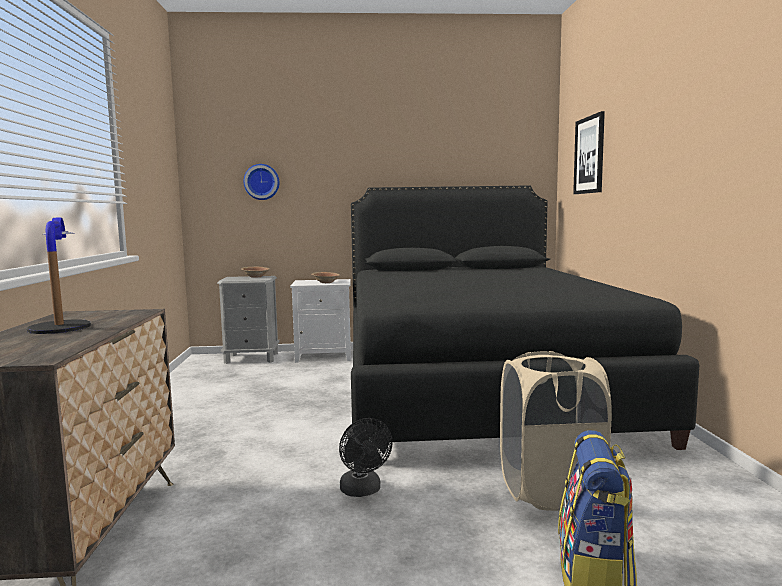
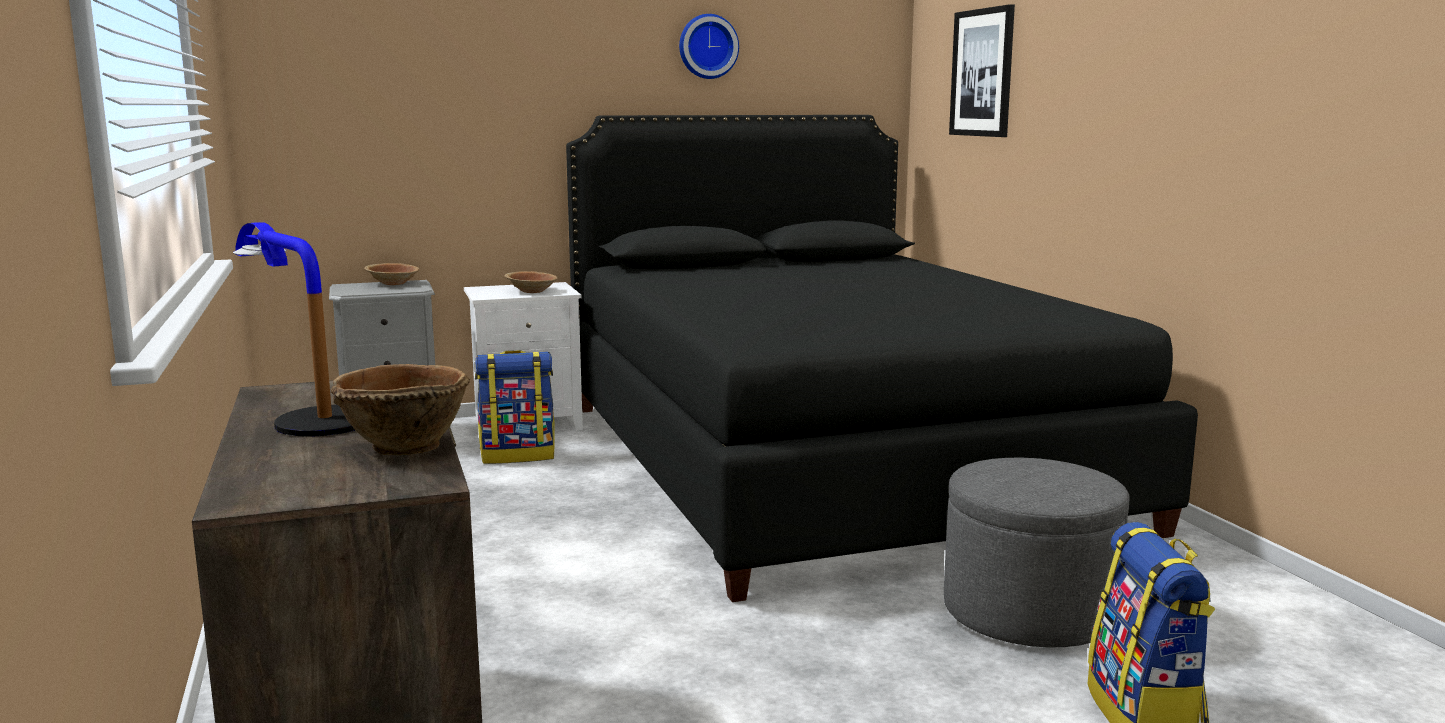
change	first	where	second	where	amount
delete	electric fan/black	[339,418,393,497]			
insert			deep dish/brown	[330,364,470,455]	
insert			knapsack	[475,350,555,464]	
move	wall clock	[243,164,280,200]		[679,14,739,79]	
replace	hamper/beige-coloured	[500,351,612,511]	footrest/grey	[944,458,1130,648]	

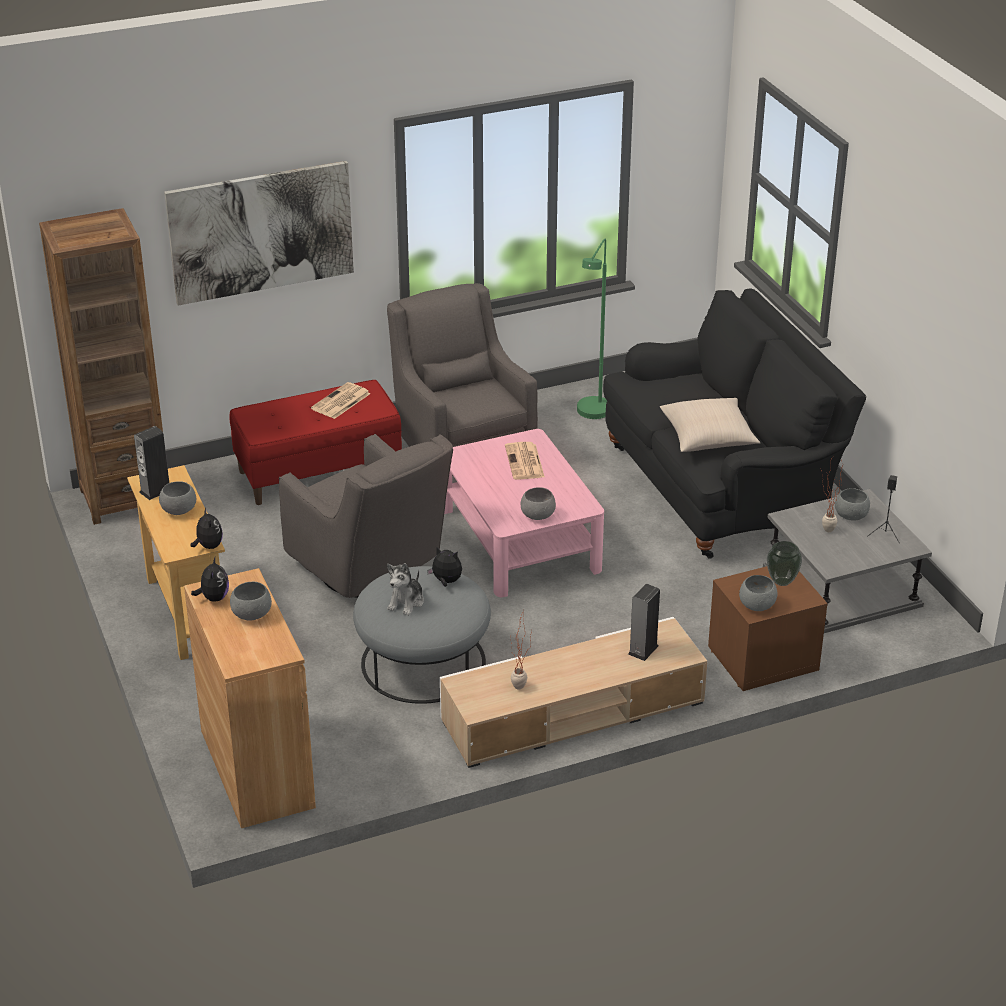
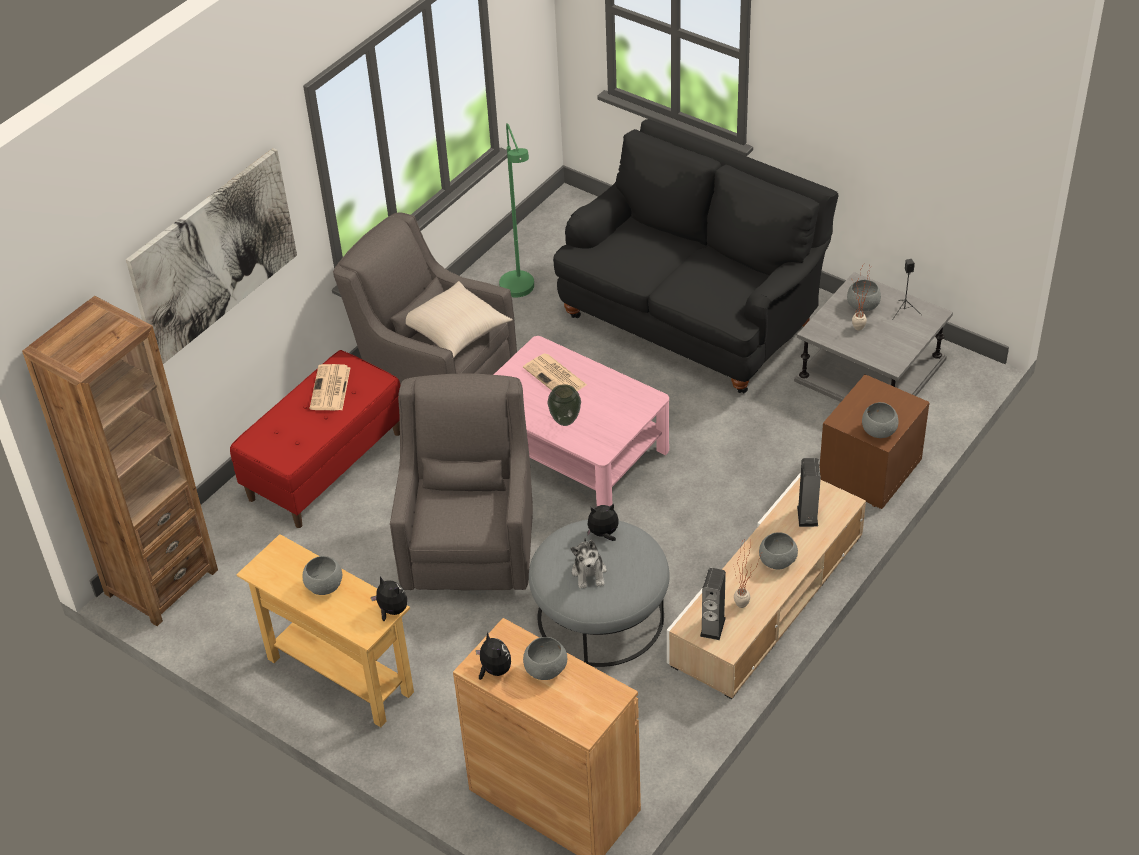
change	first	where	second	where	amount
move	loudspeaker	[134,426,169,500]		[700,568,726,640]	
move	deep dish/grey	[521,487,556,520]		[759,532,798,570]	
move	throw pillow/beige-coloured	[660,398,760,452]		[406,281,513,358]	
move	flower vase	[767,541,802,586]		[548,384,581,426]	
rotate	easy chair/grey	[279,434,453,598]		[390,374,533,590]	105 degrees counterclockwise

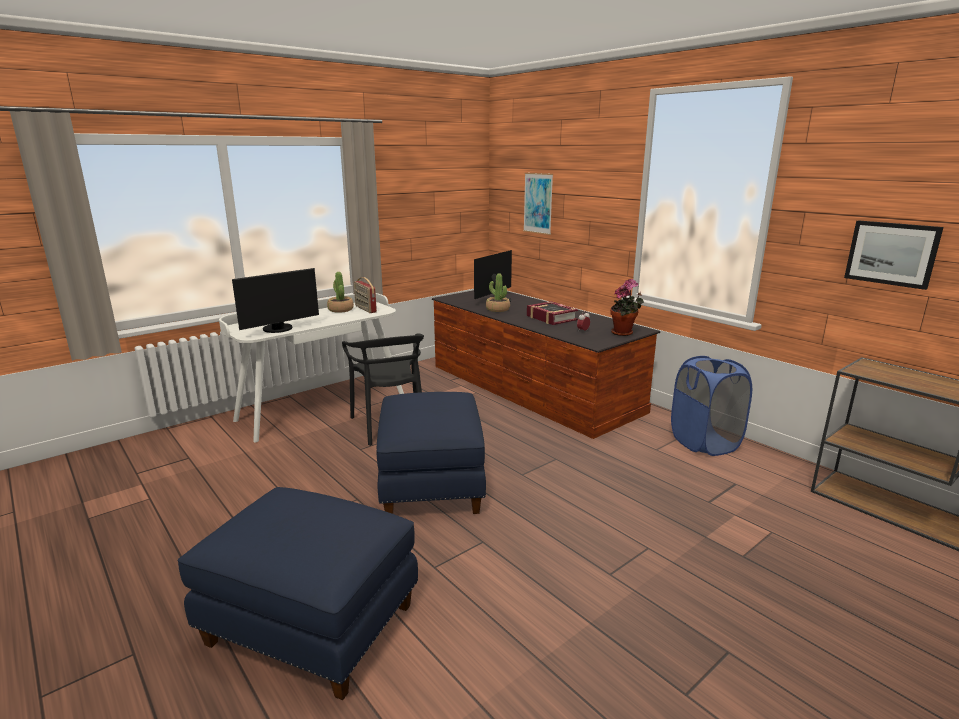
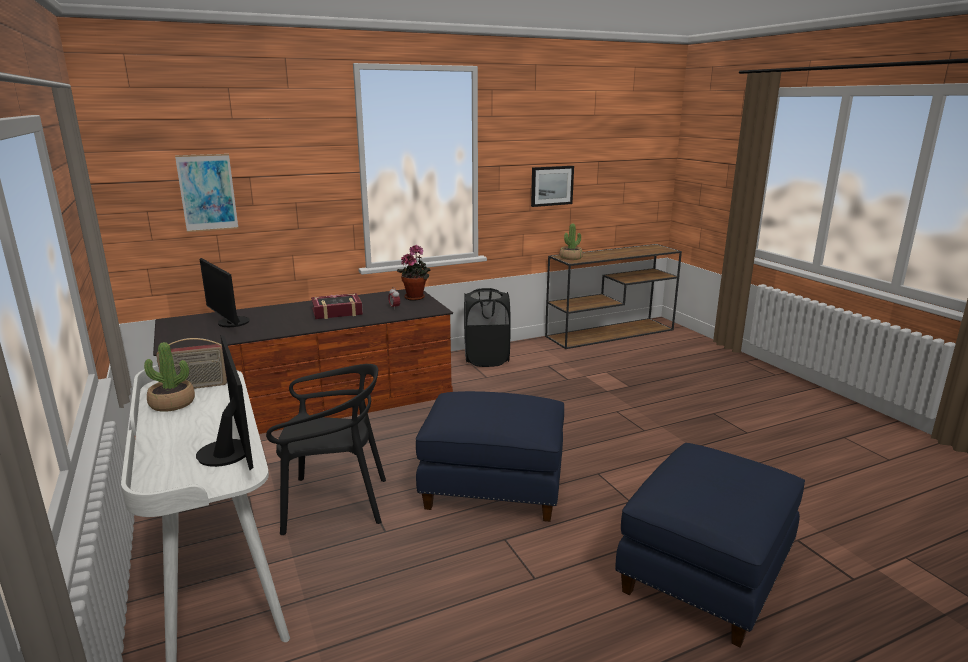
change	first	where	second	where	amount
move	potted plant	[486,273,510,312]		[560,223,583,260]	
recolor	hamper/blue-coloured	[671,356,752,456]	hamper/black	[464,288,511,367]	

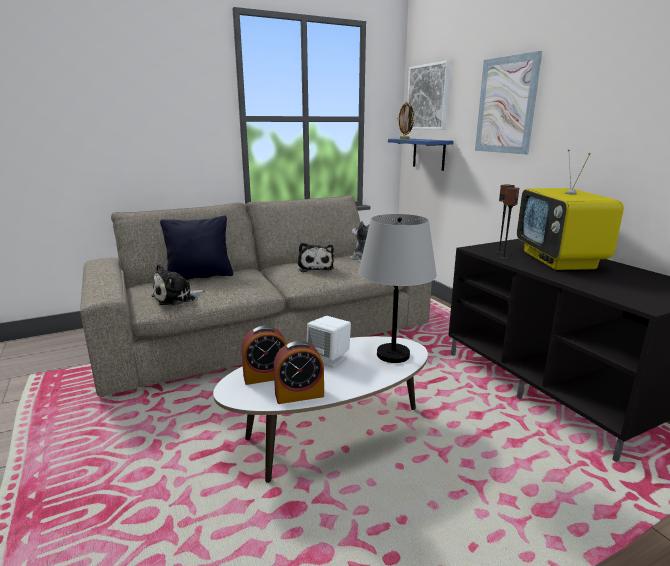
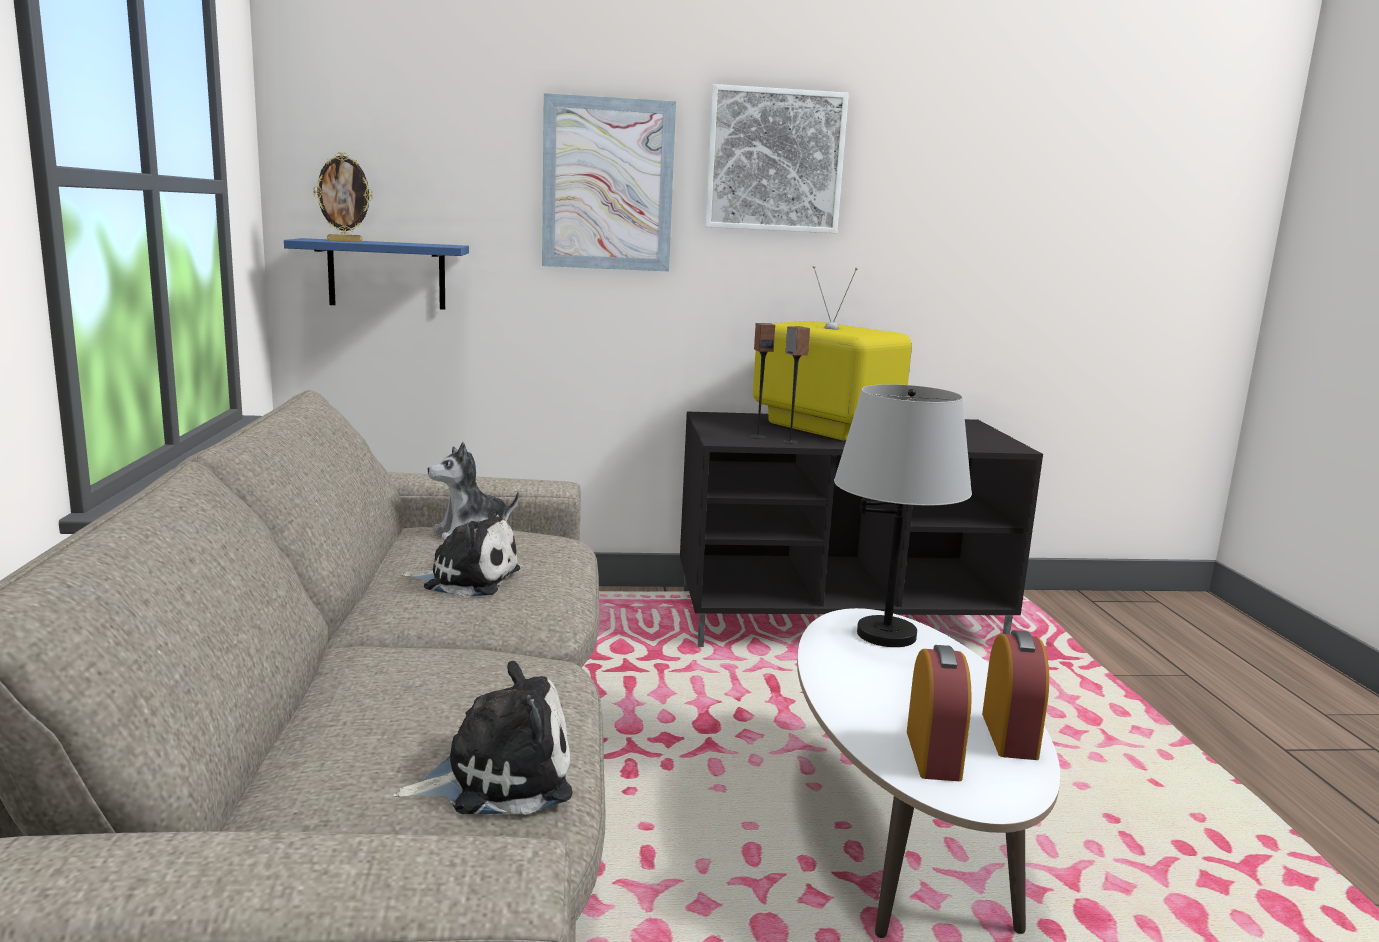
change	first	where	second	where	amount
delete	throw pillow/black	[160,216,233,280]			
delete	loudspeaker/white	[307,316,351,367]			
move	wall picture	[407,60,451,130]		[705,84,849,233]	
rotate	cuddly toy	[152,264,205,306]		[393,661,573,815]	90 degrees counterclockwise
rotate	TV set	[517,149,624,270]		[753,266,912,441]	150 degrees counterclockwise

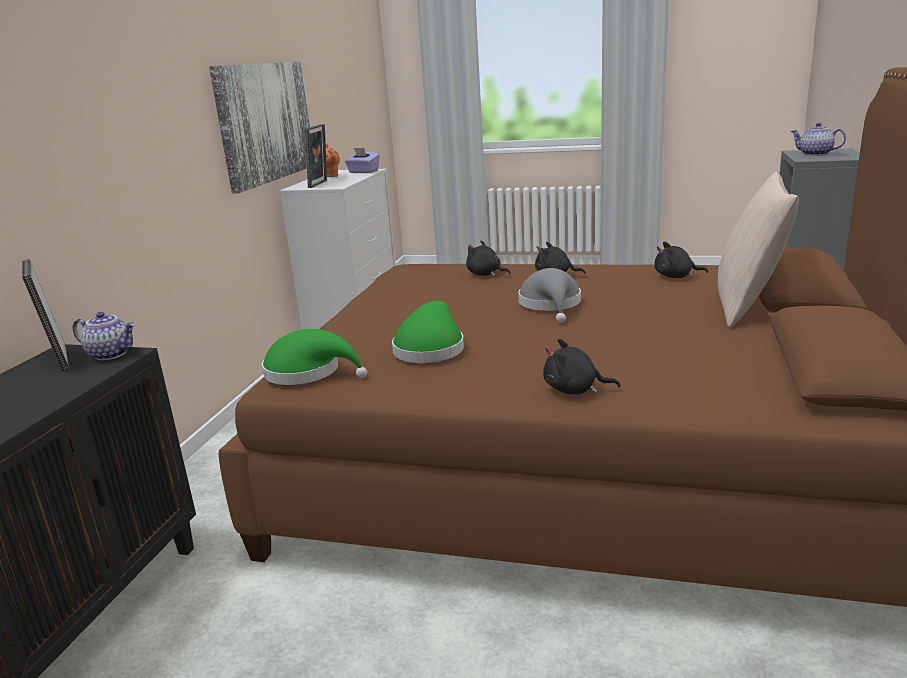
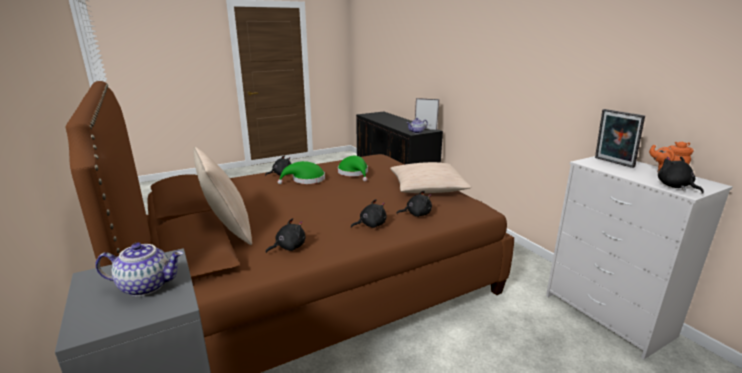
change	first	where	second	where	amount
delete	wall picture	[209,61,310,194]			
delete	wearable hat/grey	[518,268,581,323]			
insert			throw pillow/beige-coloured	[390,162,472,193]	
move	wearable hat/green	[262,329,367,385]		[278,161,325,184]	
replace	box of tissues/purplish	[345,148,380,173]	cuddly toy/black	[658,156,704,194]	

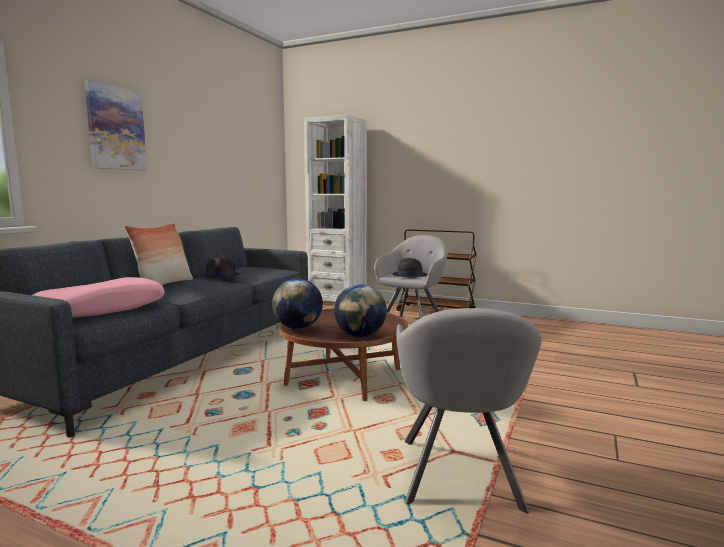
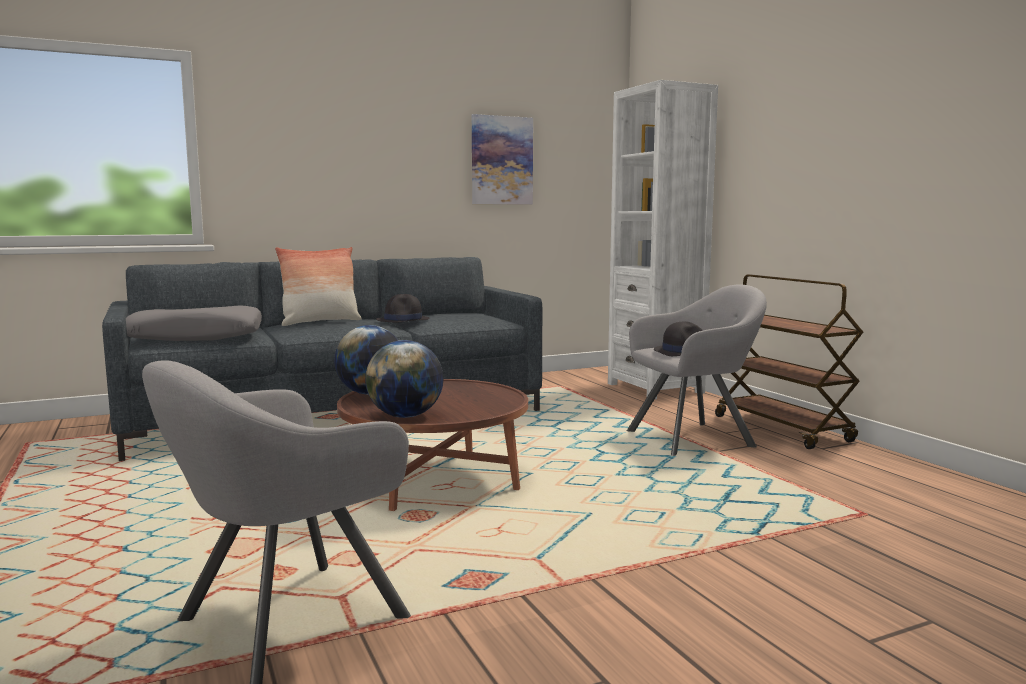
change	first	where	second	where	amount
move	wall picture	[85,80,147,170]		[472,114,533,205]	
recolor	throw pillow/pink	[33,277,165,318]	throw pillow/grey	[126,306,262,341]	

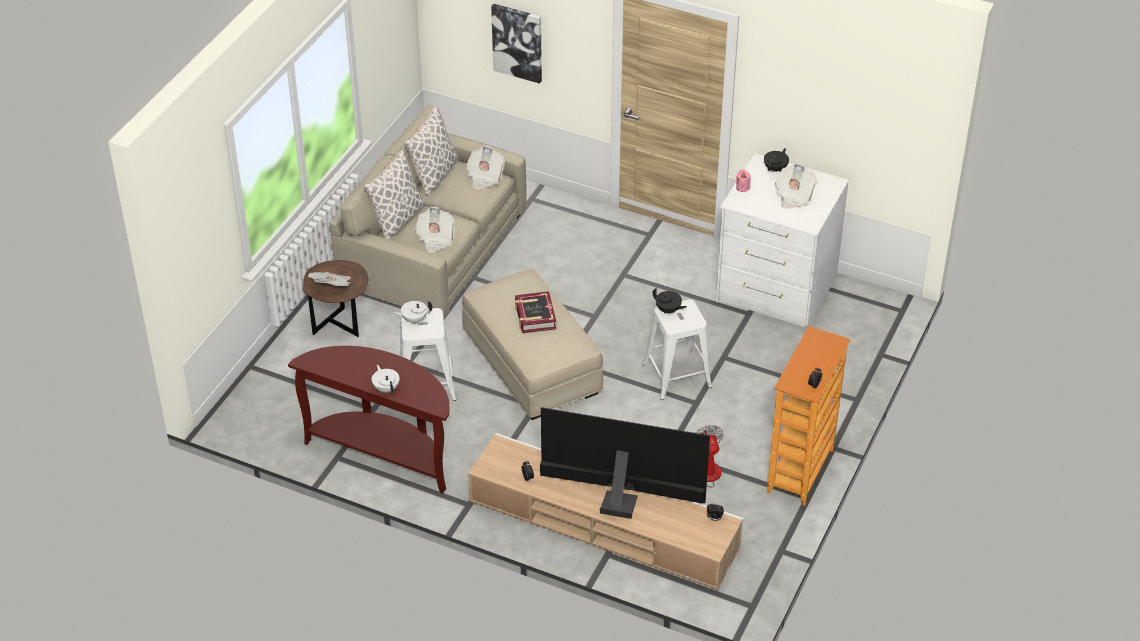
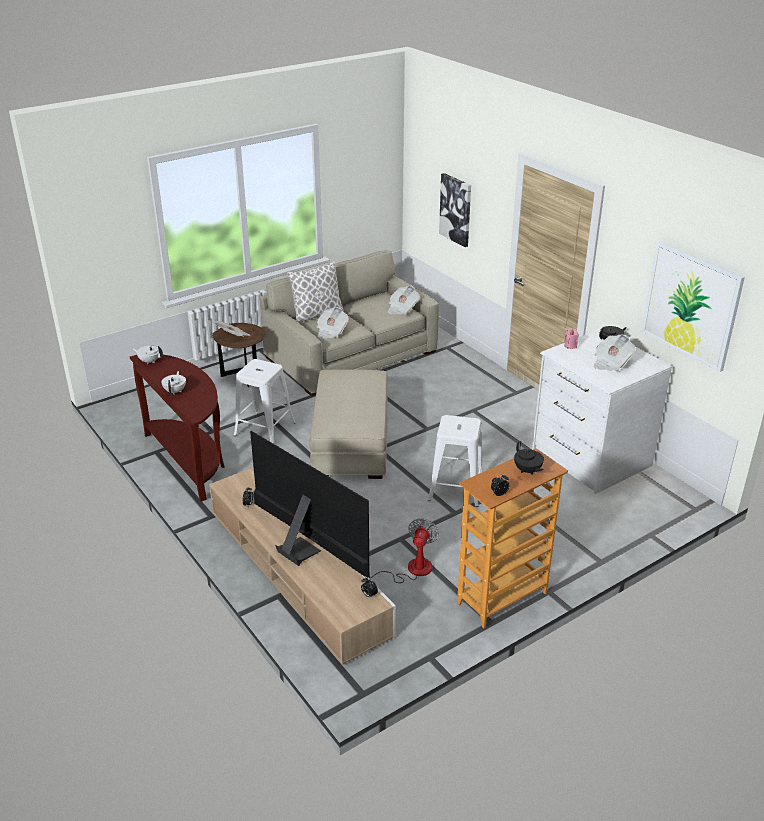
change	first	where	second	where	amount
delete	throw pillow	[403,107,458,196]			
delete	volume	[515,291,556,333]			
insert			wall picture	[641,241,745,372]	
move	pot for tea/white	[394,300,432,323]		[132,346,163,364]	
move	pot for tea/black	[652,288,687,314]		[514,441,544,475]	

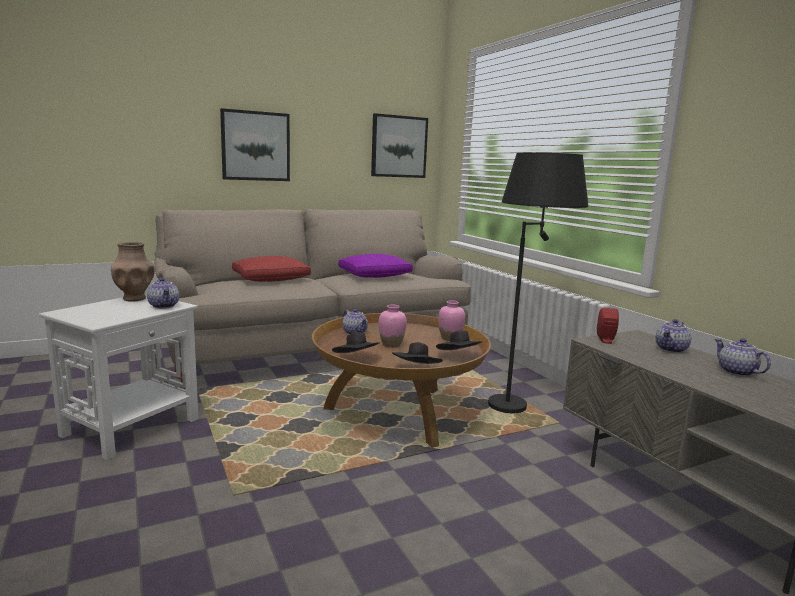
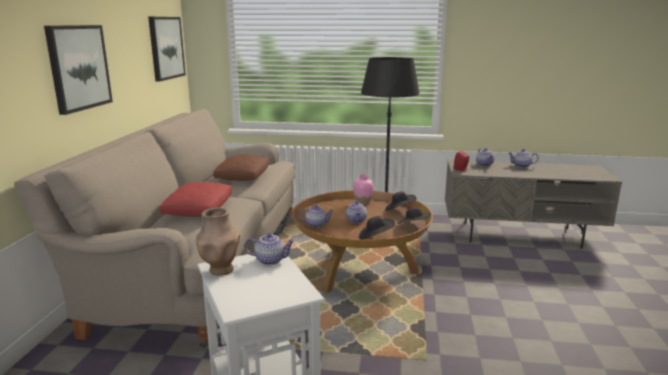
change	first	where	second	where	amount
replace	flower vase/pink	[378,305,407,348]	pot for tea	[346,201,367,223]	
recolor	throw pillow/purplish	[338,254,413,278]	throw pillow/brown	[213,155,270,181]	

